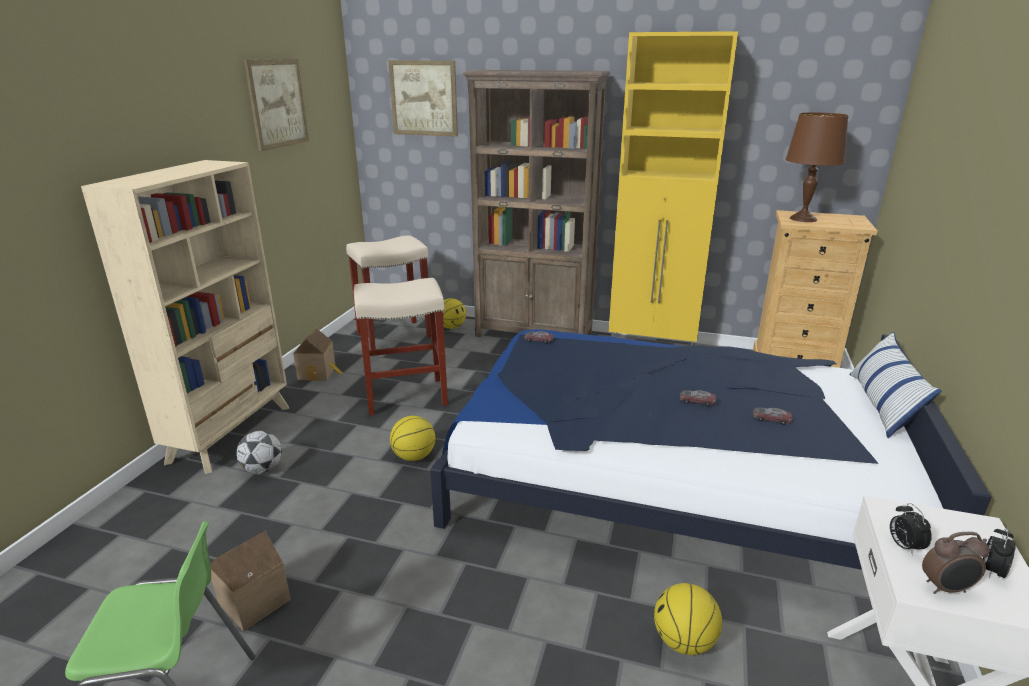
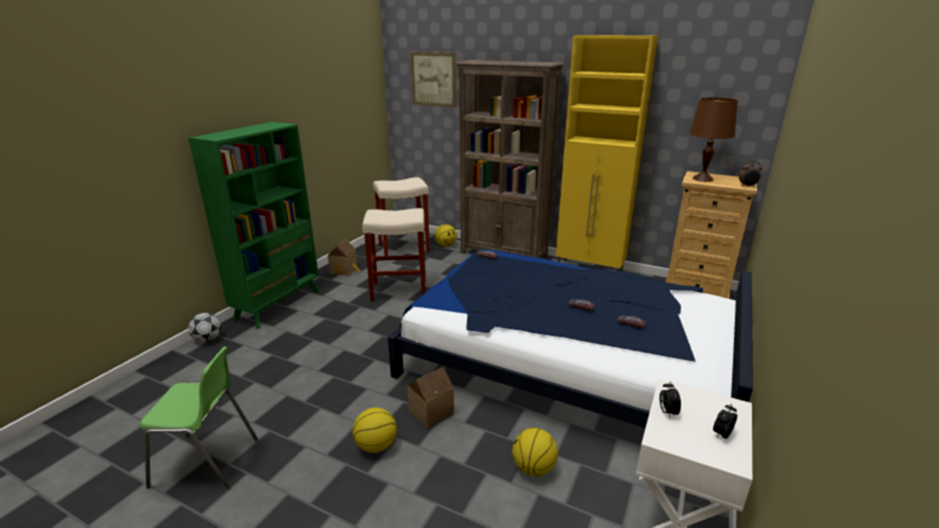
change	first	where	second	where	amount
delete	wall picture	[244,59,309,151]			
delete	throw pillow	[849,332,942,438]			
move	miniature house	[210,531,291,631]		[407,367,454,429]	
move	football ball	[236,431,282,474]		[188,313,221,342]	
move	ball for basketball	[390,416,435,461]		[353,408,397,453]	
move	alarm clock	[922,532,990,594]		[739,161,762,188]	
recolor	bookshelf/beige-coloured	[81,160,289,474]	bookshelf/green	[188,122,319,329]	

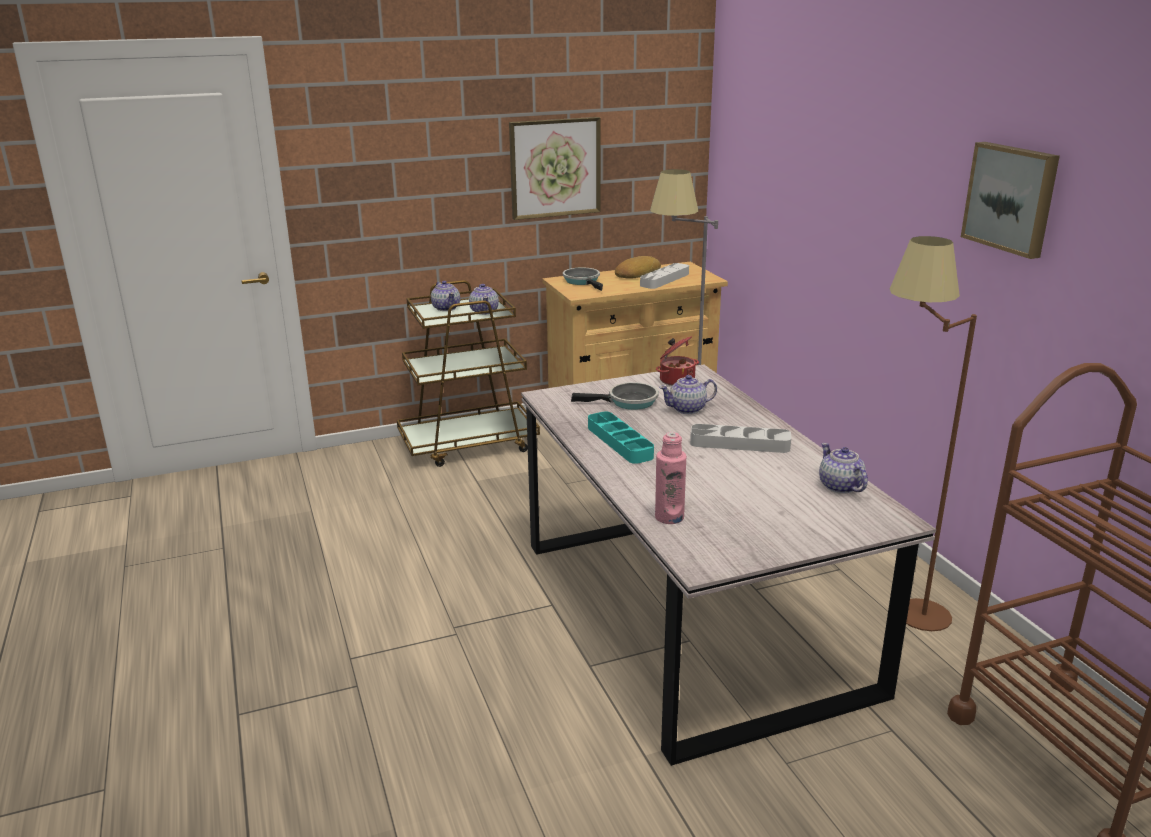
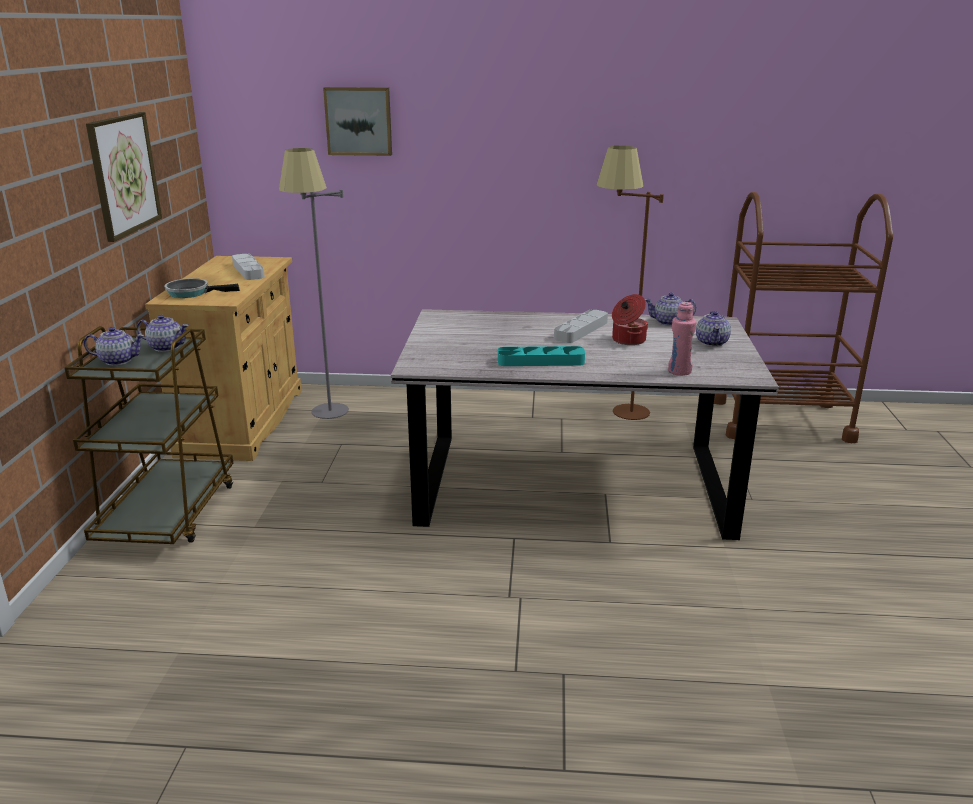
change	first	where	second	where	amount
delete	pan	[571,382,659,410]			
delete	bread	[615,256,661,279]			
move	saucepot	[656,336,699,386]		[612,294,648,345]	
move	pot for tea	[659,375,717,414]		[696,311,731,347]	
move	wall picture	[961,142,1060,259]		[323,87,392,156]	

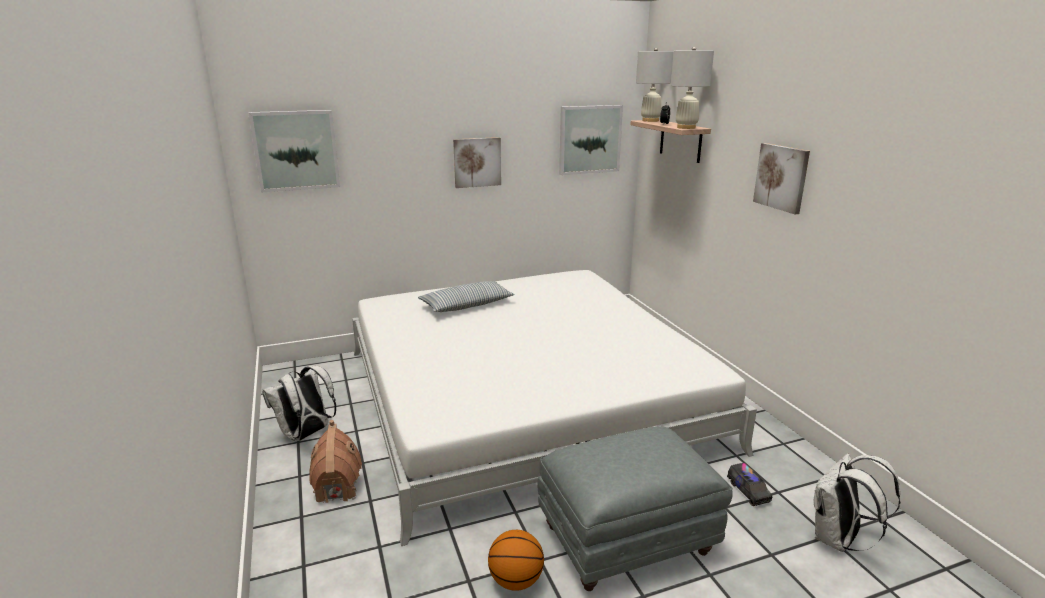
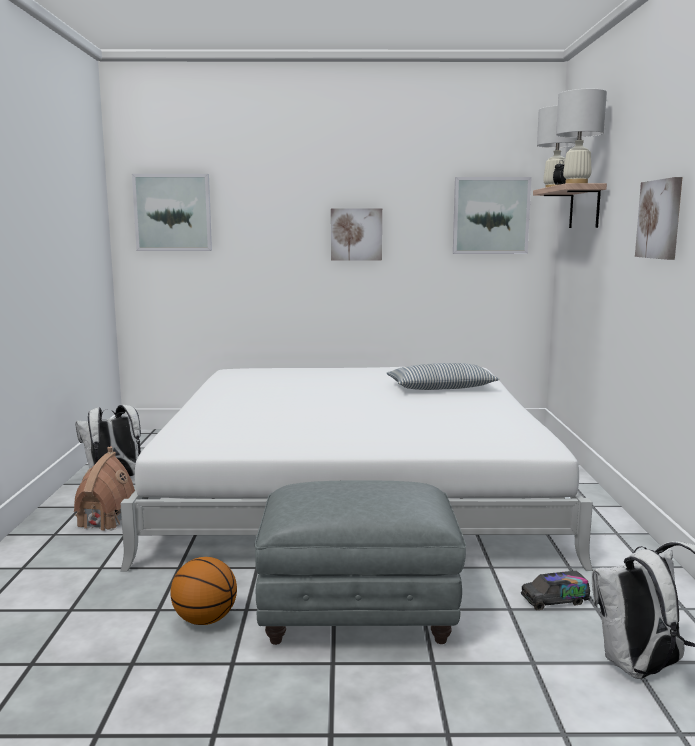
change	first	where	second	where	amount
move	throw pillow	[418,281,515,312]		[386,363,500,390]	
rotate	toy truck	[727,463,773,506]		[521,571,590,610]	75 degrees clockwise

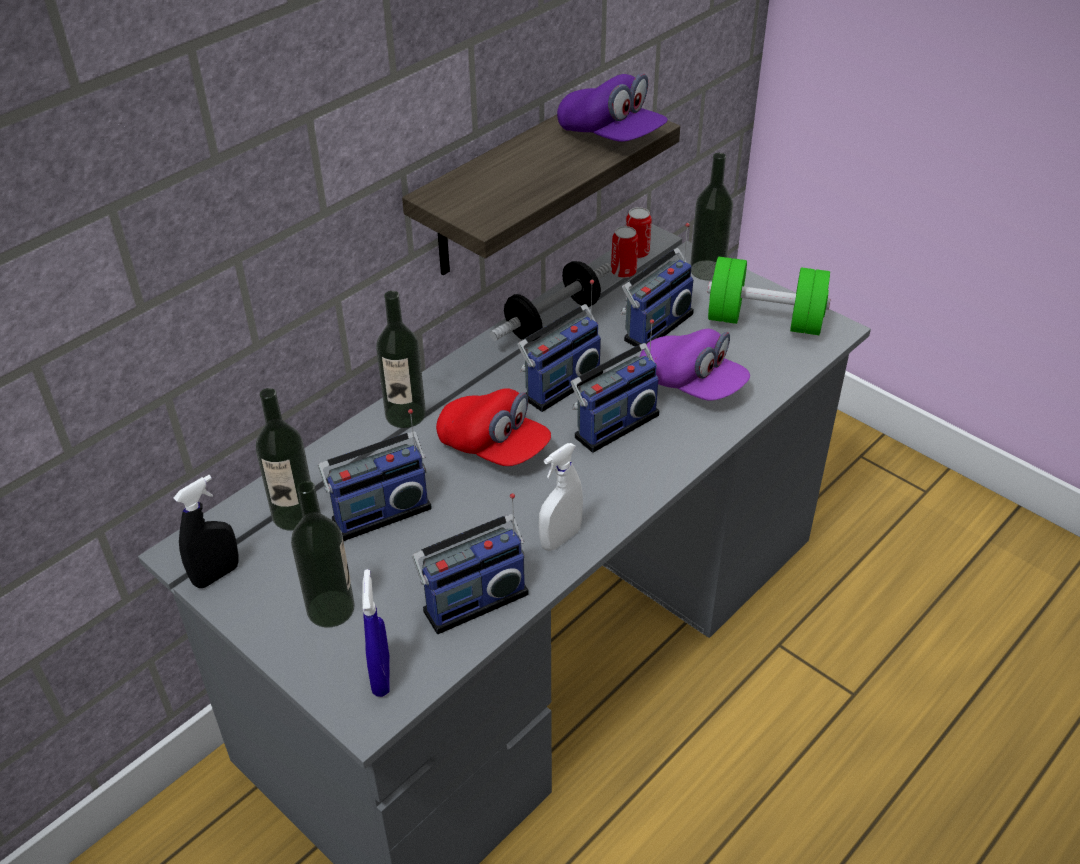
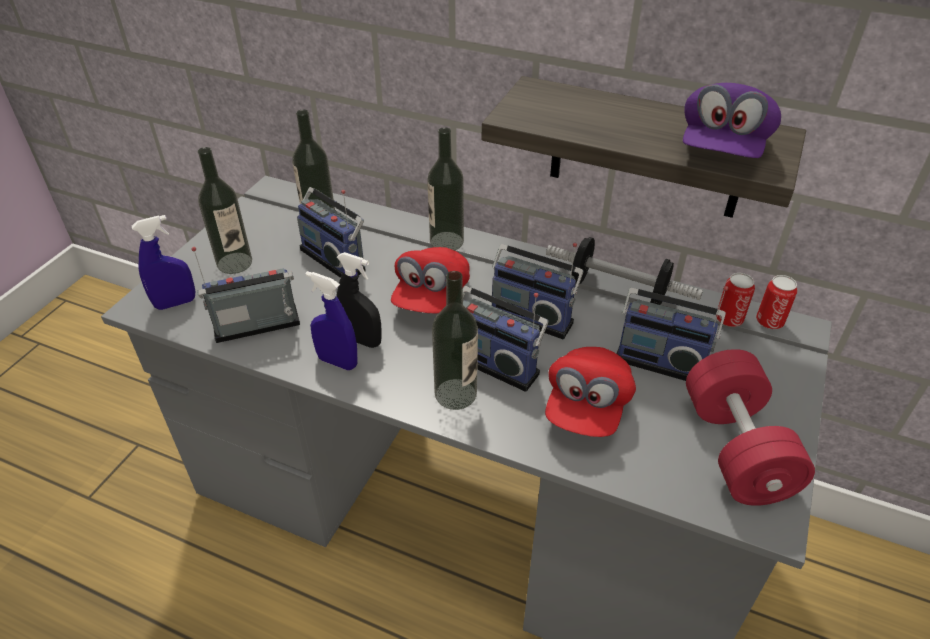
change	first	where	second	where	amount
move	sprayer/black	[173,475,238,588]		[337,252,381,348]	
move	beverage bottle	[690,153,733,281]		[432,271,478,410]	
recolor	sprayer/white	[539,443,583,551]	sprayer/blue-coloured	[306,271,357,370]	
recolor	baseball cap/purplish	[640,329,750,401]	baseball cap/reddish	[545,347,636,437]	
recolor	dumbbell/green	[708,257,830,335]	dumbbell/reddish	[686,349,815,506]	
rotate	radio	[412,493,529,634]		[191,247,300,343]	120 degrees clockwise

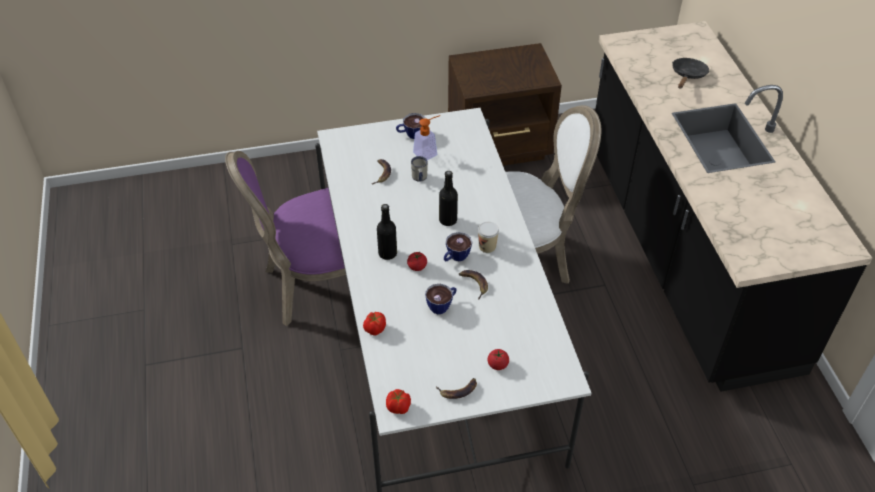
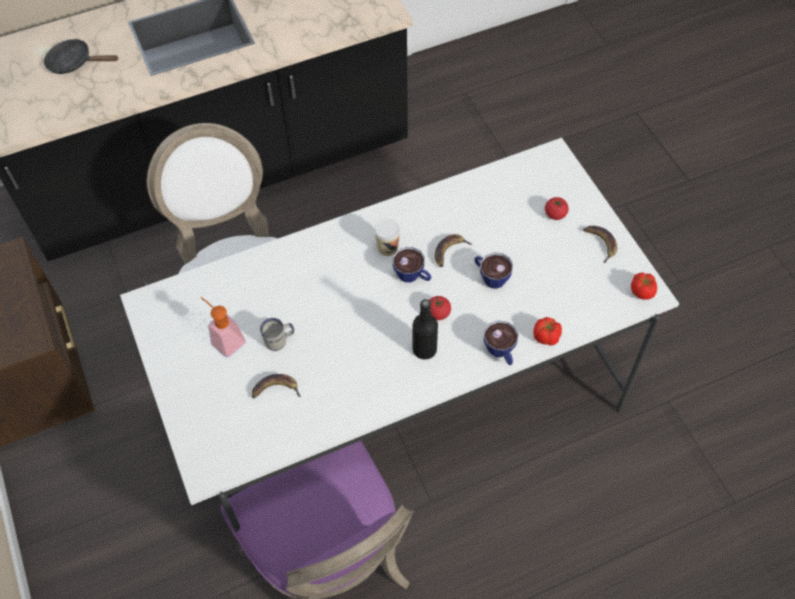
change	first	where	second	where	amount
delete	beverage bottle/black	[439,171,458,226]			
move	drinking cup	[396,113,425,139]		[484,320,519,365]	

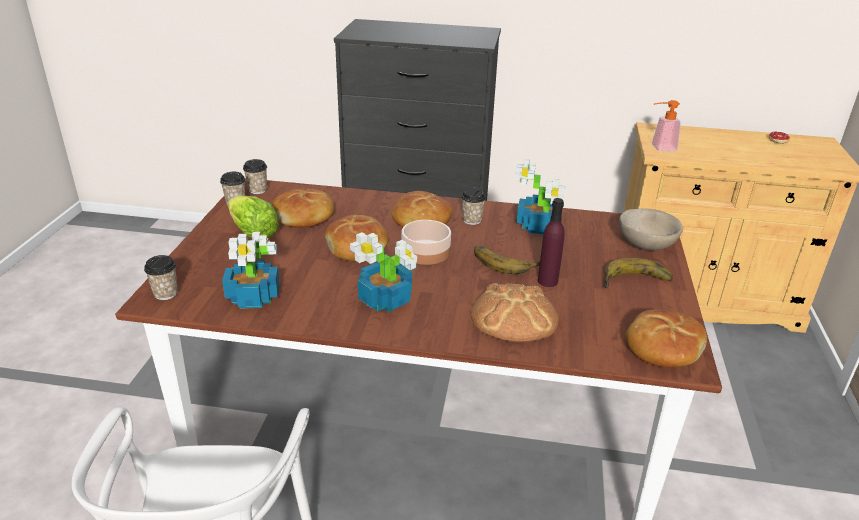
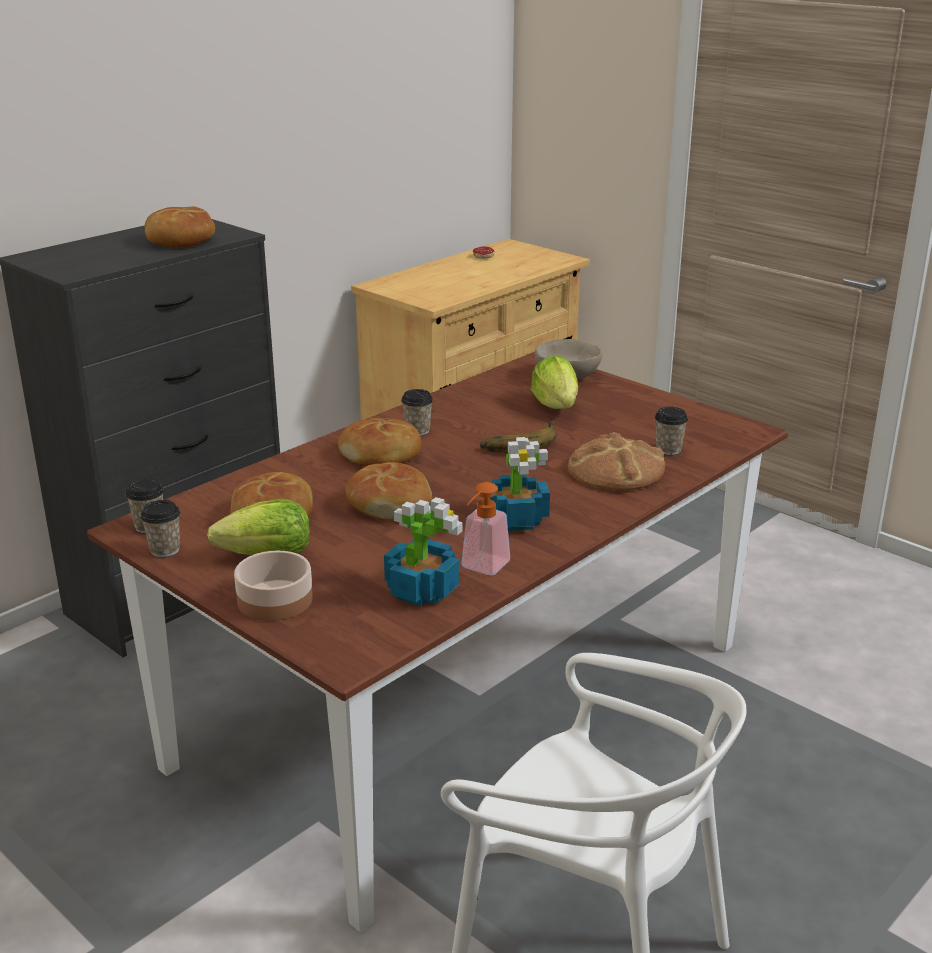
change	first	where	second	where	amount
delete	potted plant	[515,159,565,234]			
delete	beverage bottle/purplish	[538,198,565,287]			
delete	banana fruit	[604,258,673,288]			
insert			lettuce	[531,355,578,409]	
move	drinking cup	[144,255,178,300]		[655,407,688,455]	
move	deep dish	[401,220,451,265]		[234,551,313,621]	
move	bread	[626,310,707,368]		[145,206,215,248]	
move	soap bottle	[652,100,681,151]		[462,482,510,575]	

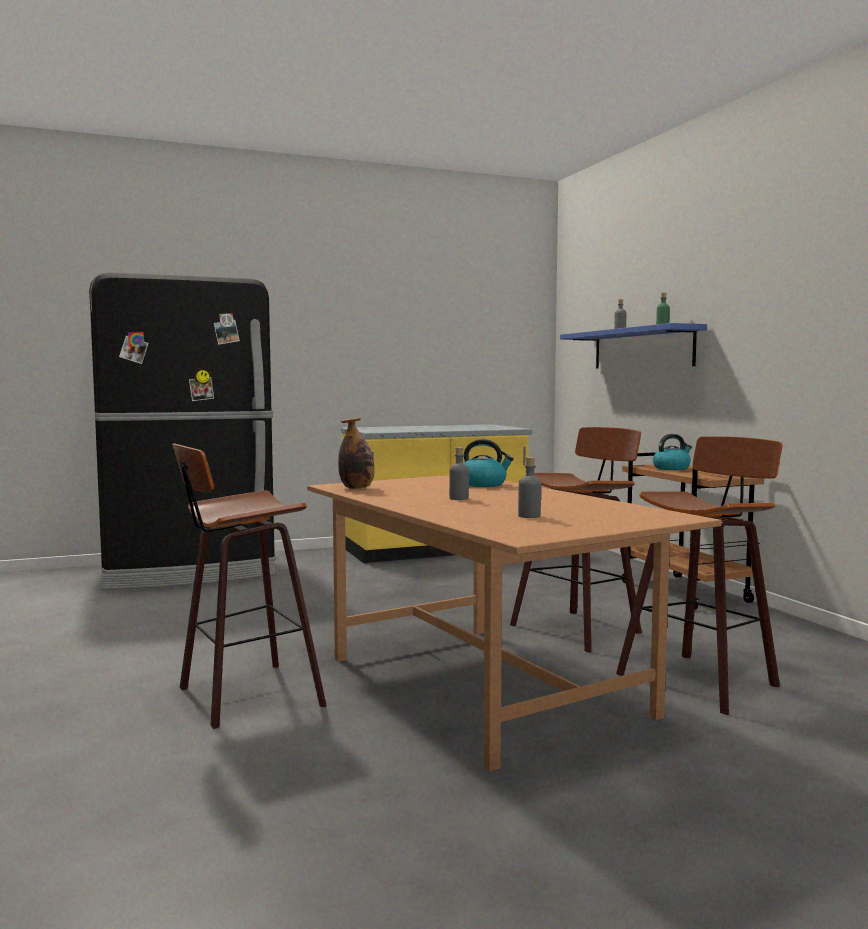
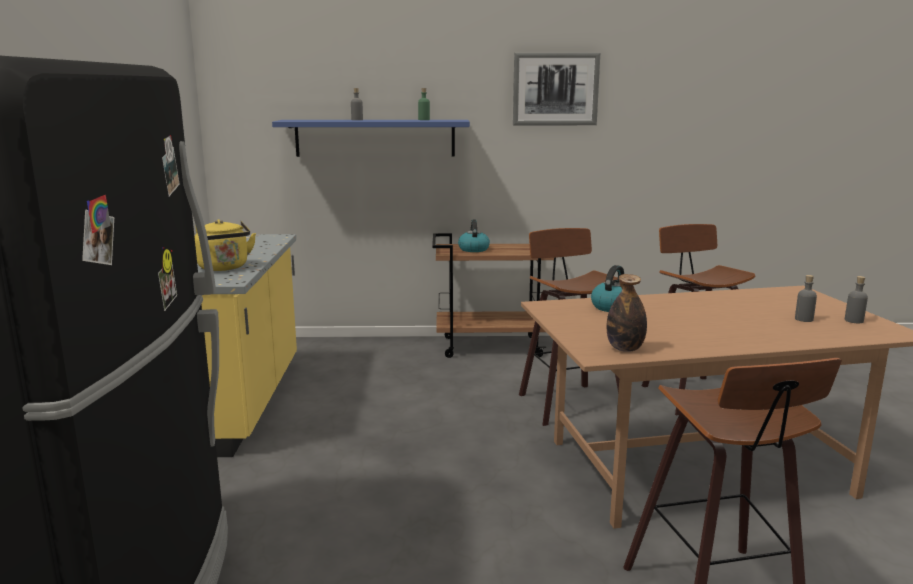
change	first	where	second	where	amount
insert			tea kettle/yellow	[195,219,256,271]	
insert			wall picture	[513,53,600,125]	
move	beverage bottle/grey	[449,447,469,500]		[845,276,868,323]	

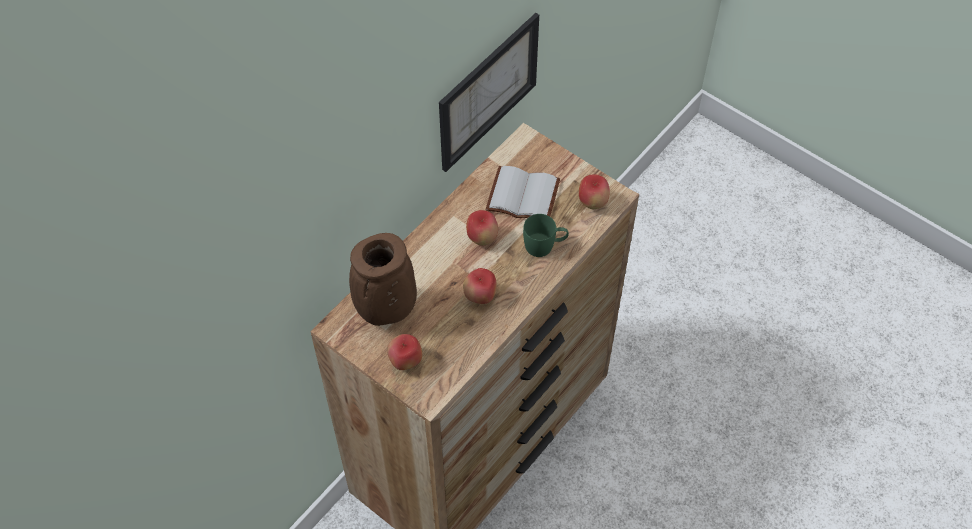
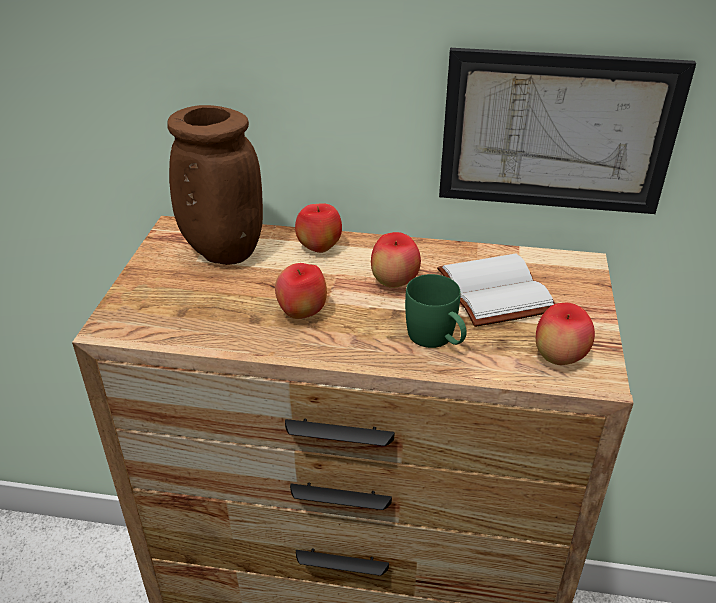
change	first	where	second	where	amount
move	whole apple	[387,334,422,370]		[295,203,342,253]	

